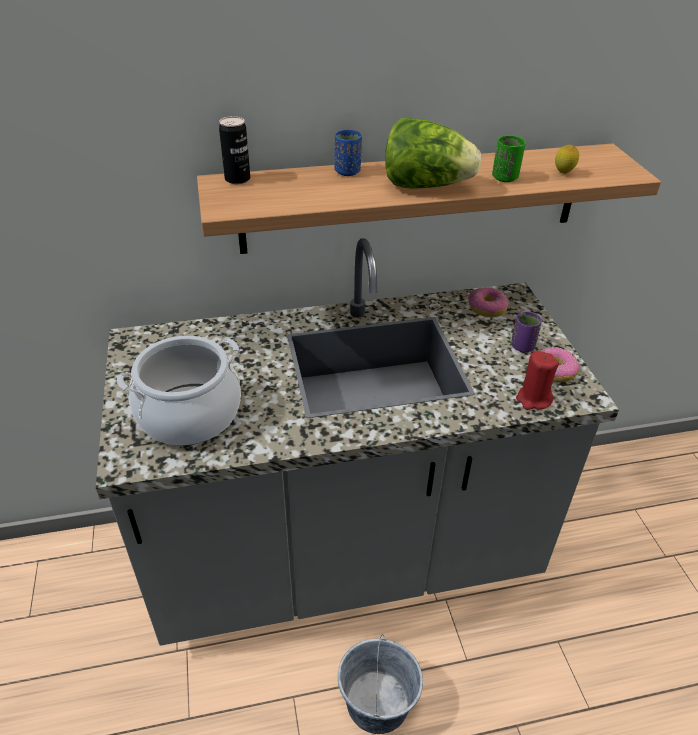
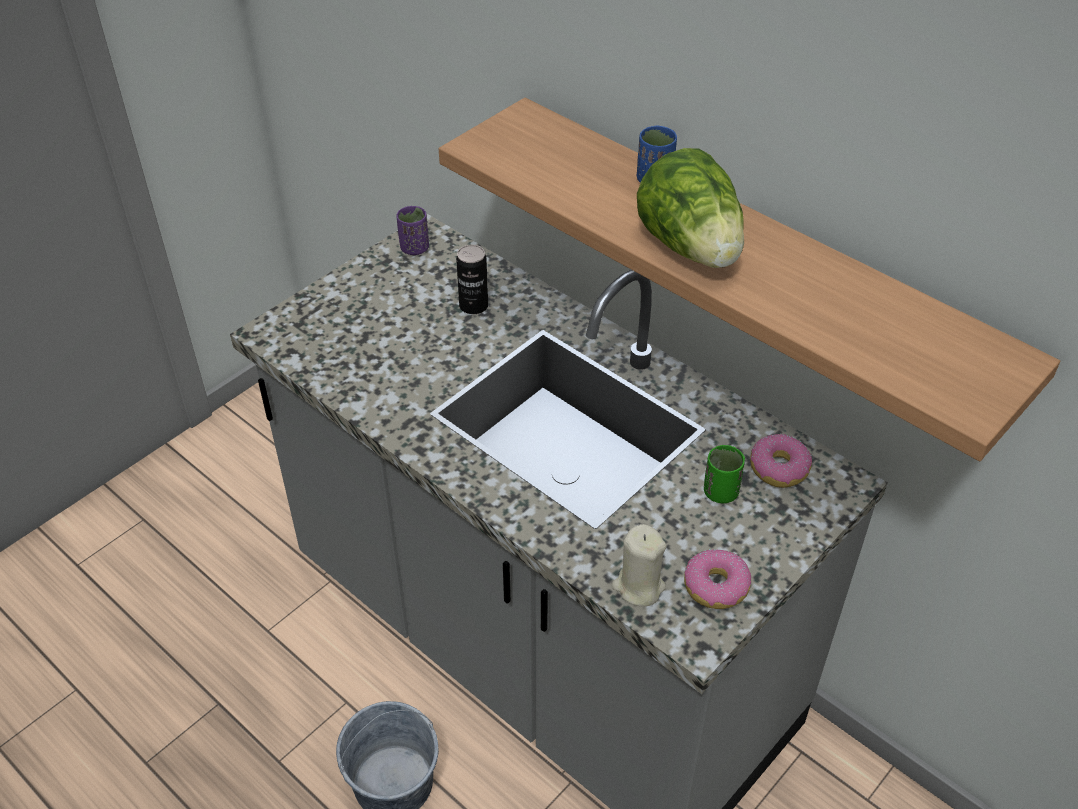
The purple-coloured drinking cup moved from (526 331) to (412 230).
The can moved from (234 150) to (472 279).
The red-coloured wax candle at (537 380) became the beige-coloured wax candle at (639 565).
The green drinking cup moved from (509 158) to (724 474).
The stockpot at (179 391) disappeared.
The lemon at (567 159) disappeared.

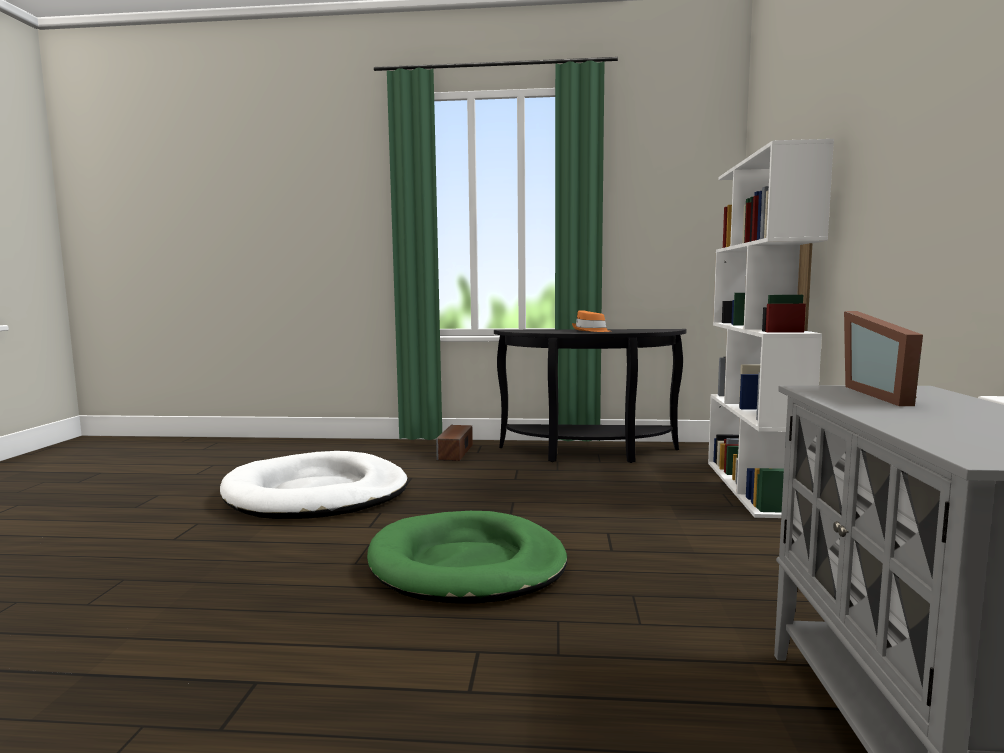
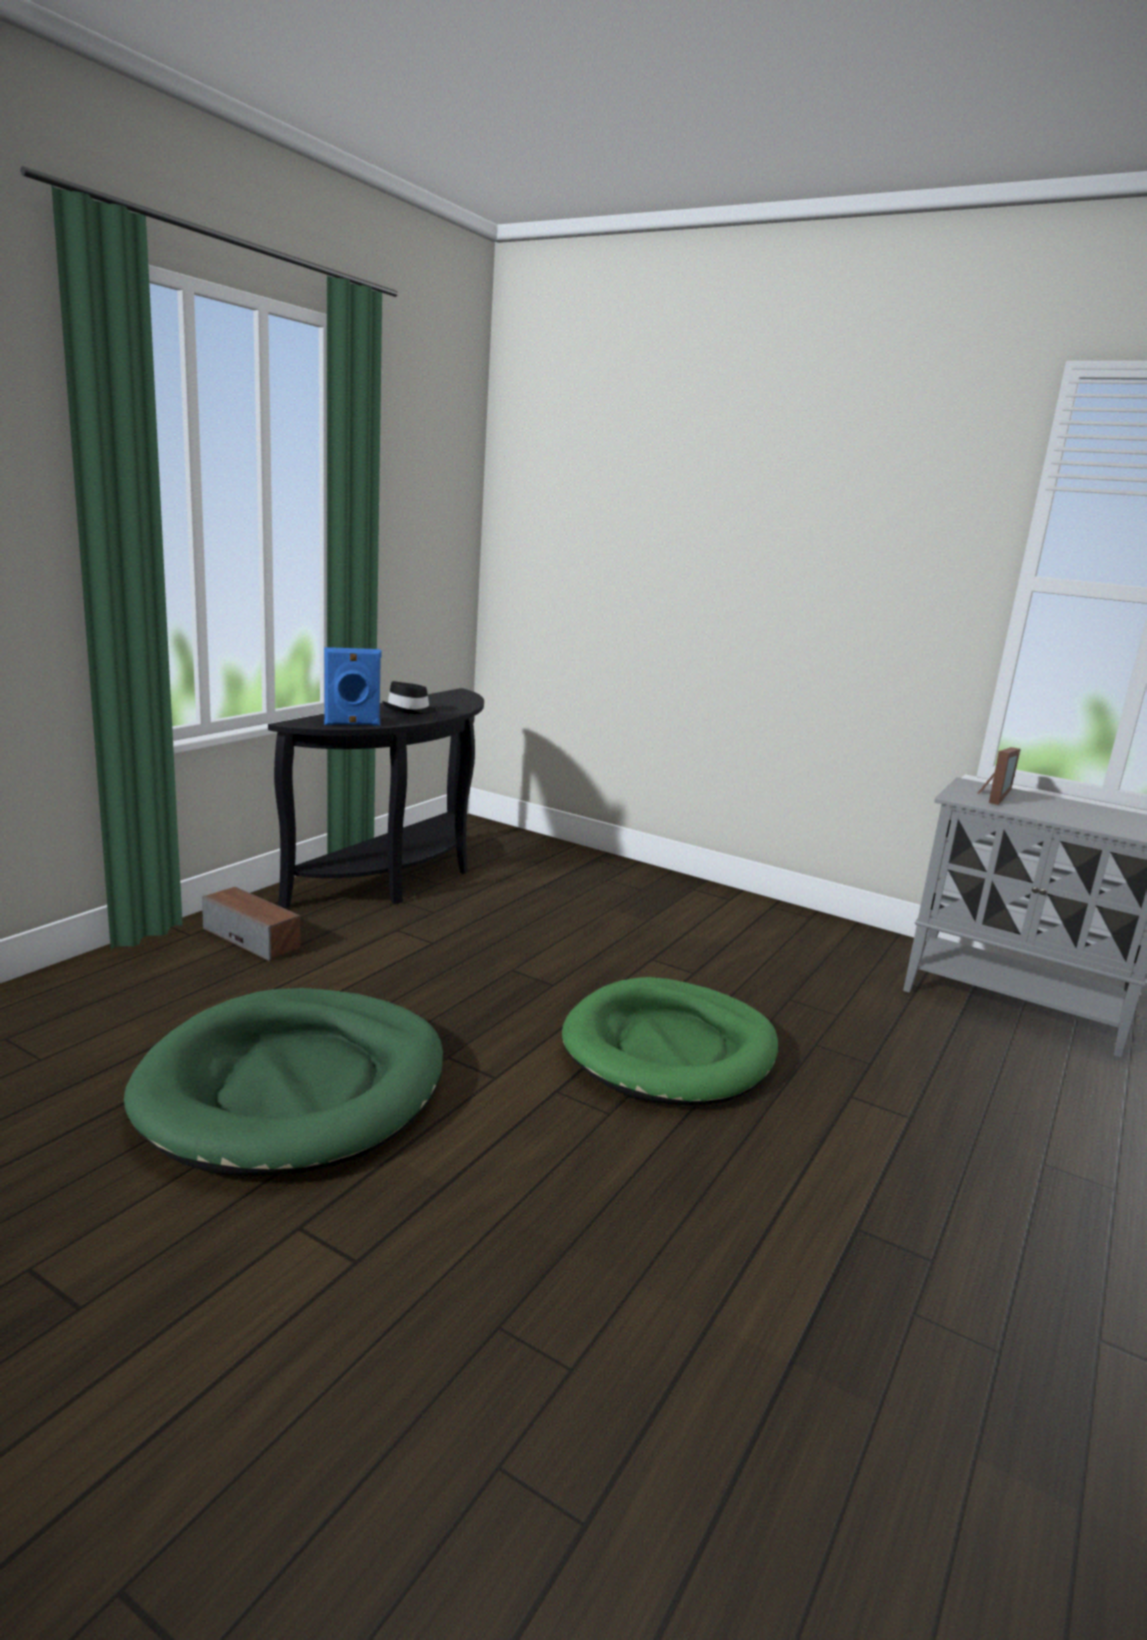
The white-coloured pet bed at (314 485) became the green pet bed at (283 1082).
The bluish loudspeaker at (352 686) appeared.
The orange-coloured hat at (591 321) became the black hat at (409 697).
The photo frame at (883 358) turned 90 degrees counterclockwise.
The white-coloured bookshelf at (771 328) disappeared.

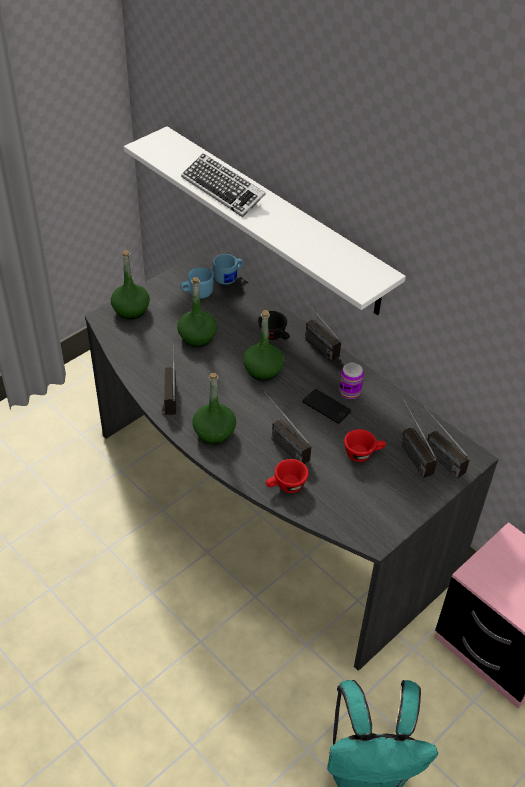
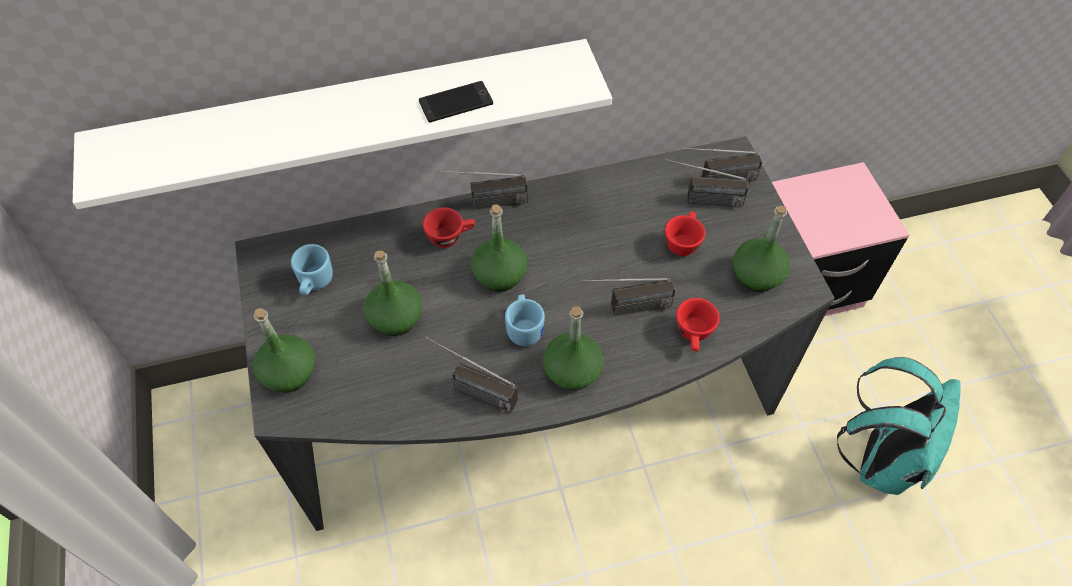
The handset moved from (326 406) to (456 102).
The black drinking cup at (274 325) became the red-coloured drinking cup at (449 227).
The bluish tea mug moved from (228 269) to (525 320).
The green bottle at (761 248) appeared.
The PC keyboard at (223 185) disappeared.
The can at (351 381) disappeared.

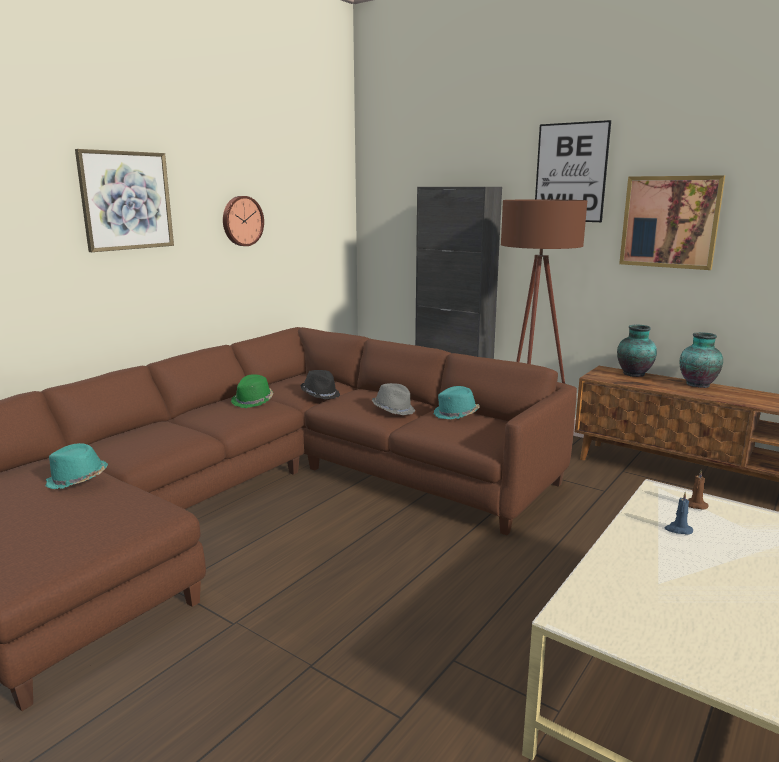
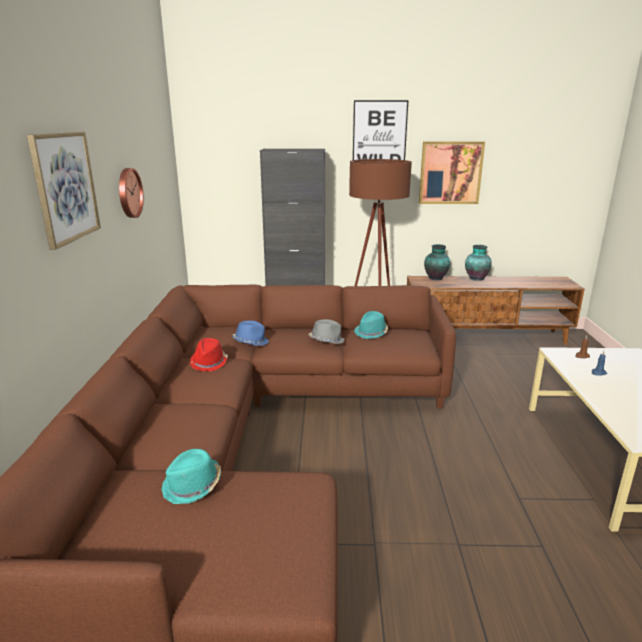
The green hat at (252 391) became the red-coloured hat at (209 355).
The black hat at (320 384) became the bluish hat at (250 333).

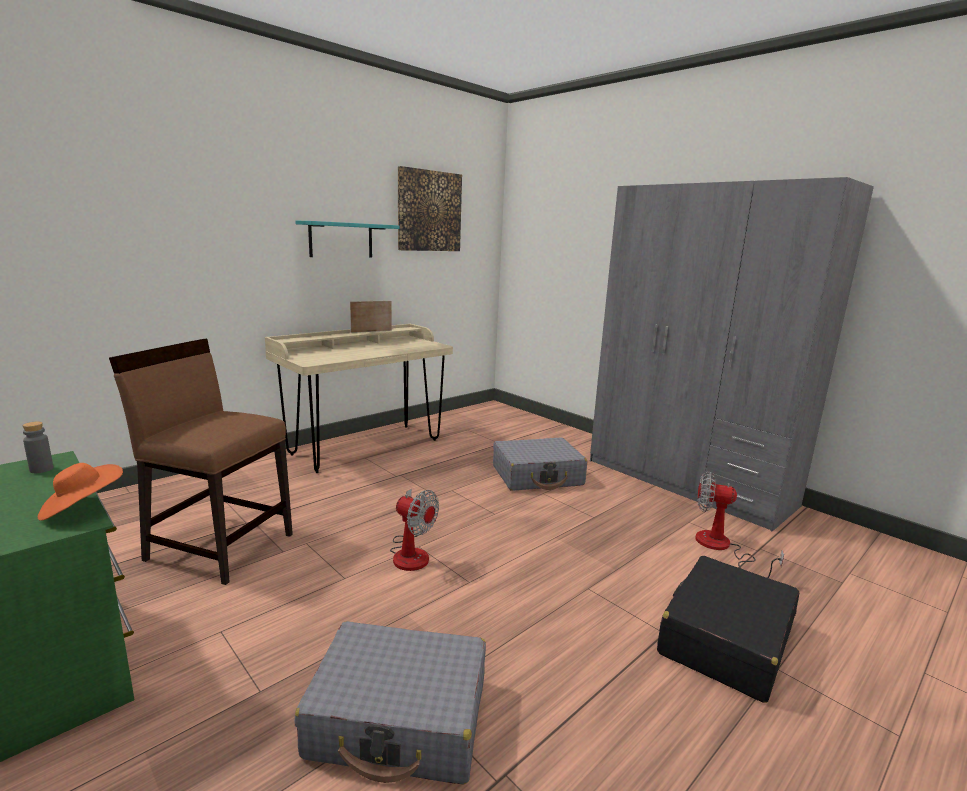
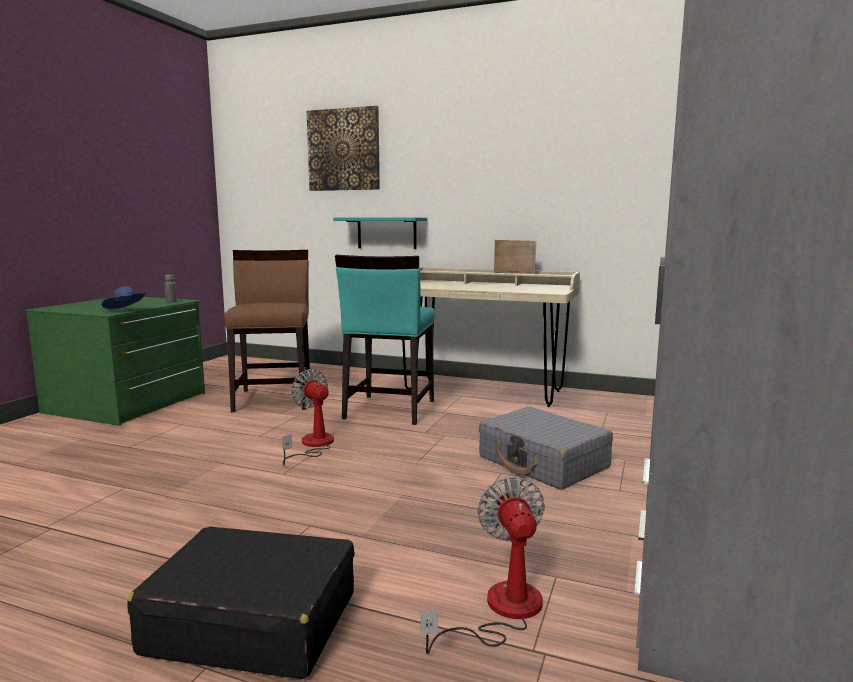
The orange-coloured hat at (80 492) became the bluish hat at (123 298).
The fan at (414 530) turned 135 degrees clockwise.
The picture moved from (430 208) to (343 148).
The blue-green bracket shelf moved from (347 239) to (380 233).
The blue-green plain chair at (385 340) appeared.
The greyish travel case at (390 702) disappeared.

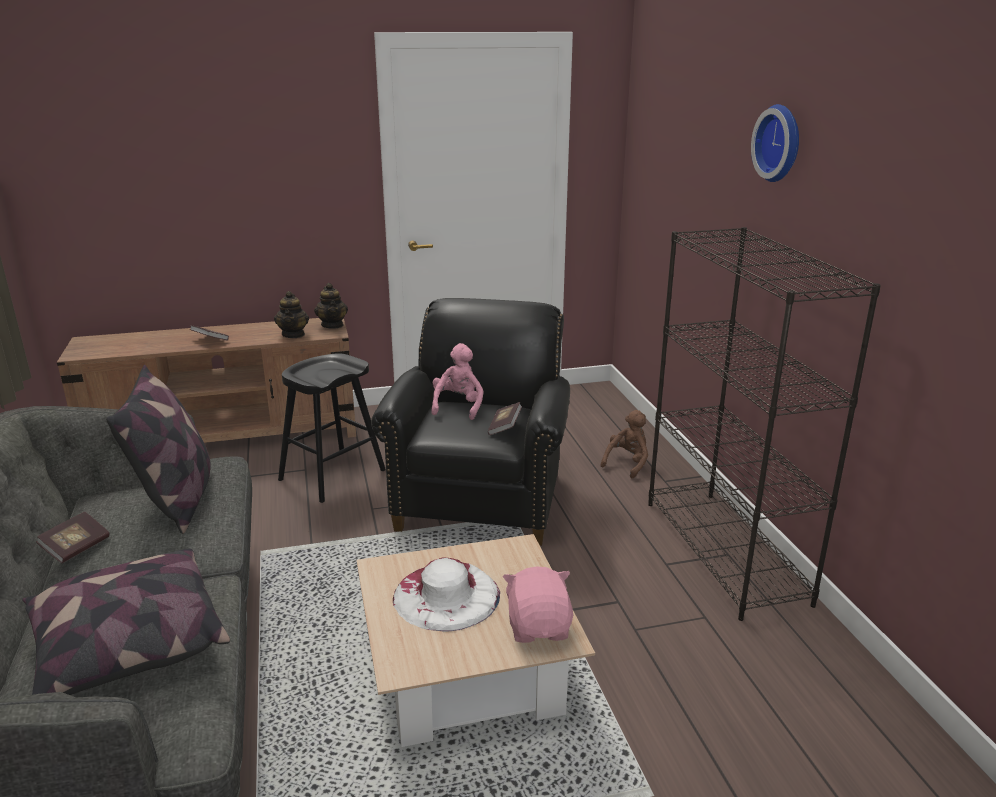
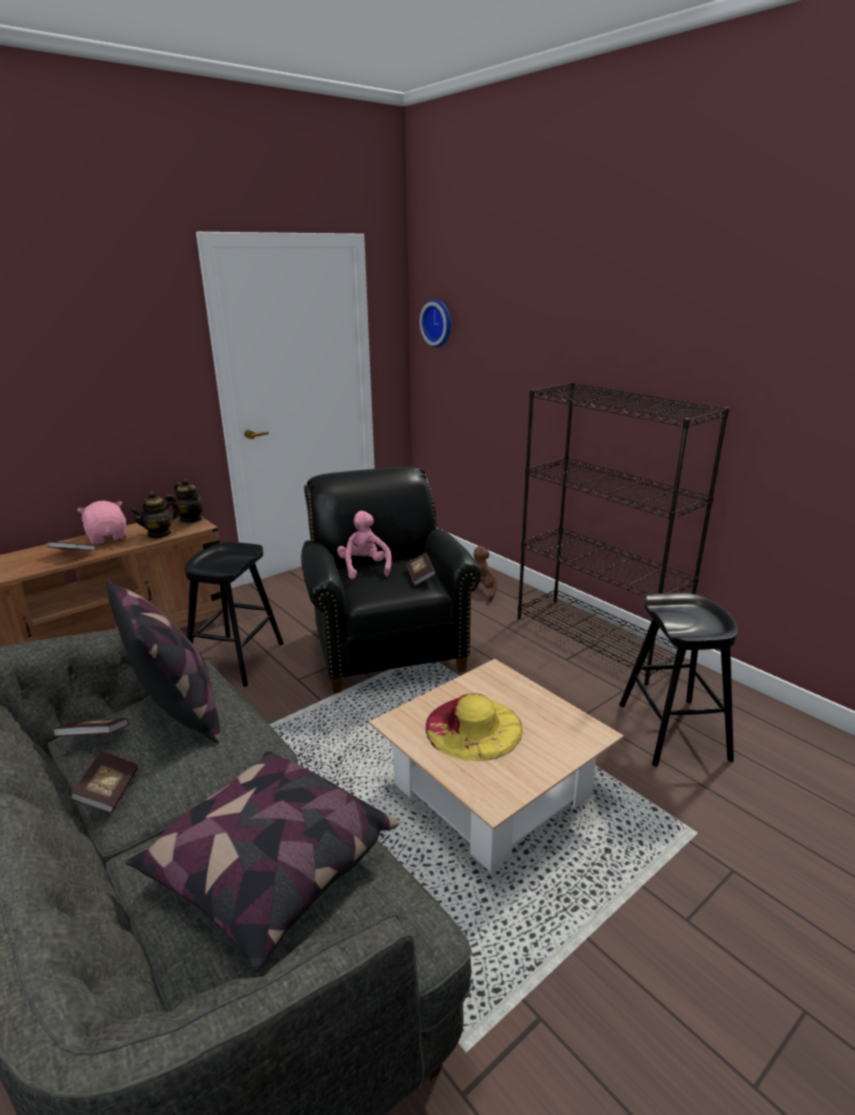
The book at (90 727) appeared.
The pink soft toy moved from (538 605) to (101 522).
The teapot at (291 314) turned 75 degrees clockwise.
The hanging clock moved from (775 143) to (435 323).
The white-coloured hat at (446 595) became the yellow-coloured hat at (474 727).
The black sitting stool at (678 680) appeared.

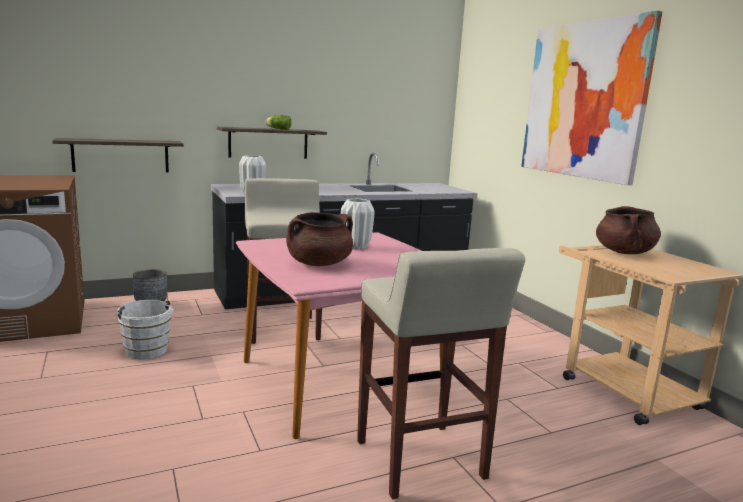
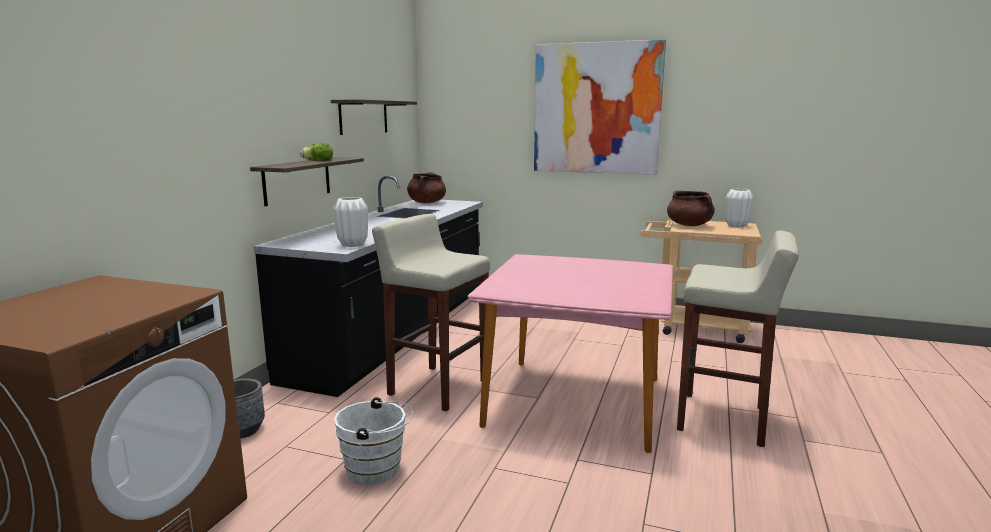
The bracket shelf moved from (118 155) to (374 117).
The brown stockpot moved from (319 239) to (426 187).
The white-coloured decorative vase moved from (358 224) to (739 208).

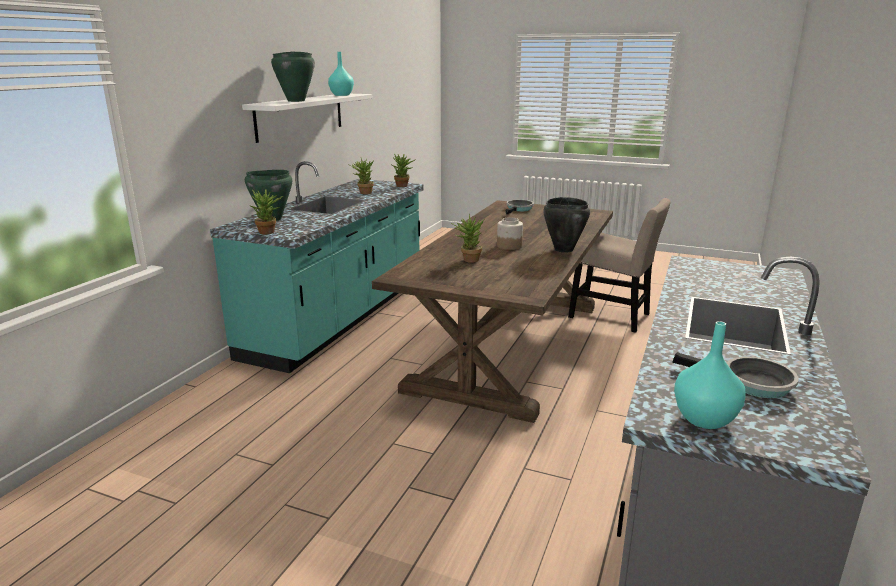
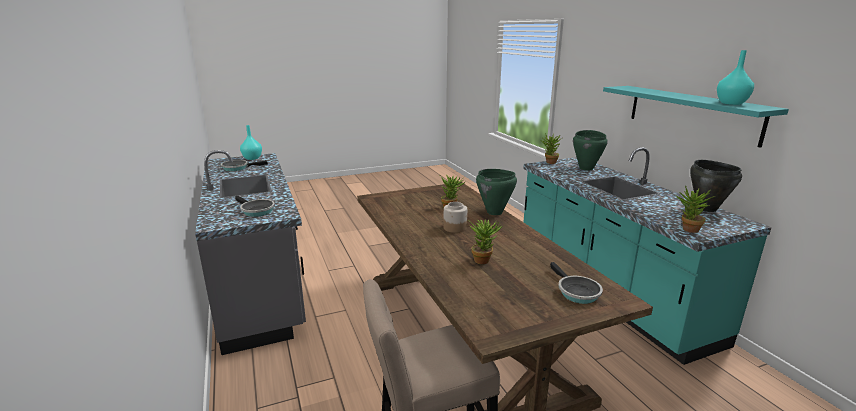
The pan at (255 206) appeared.
The potted plant moved from (361 176) to (485 241).
The green stockpot moved from (293 76) to (496 192).
The white-coloured bracket shelf at (307 118) became the blue-green bracket shelf at (696 117).
The black stockpot moved from (566 225) to (716 186).

